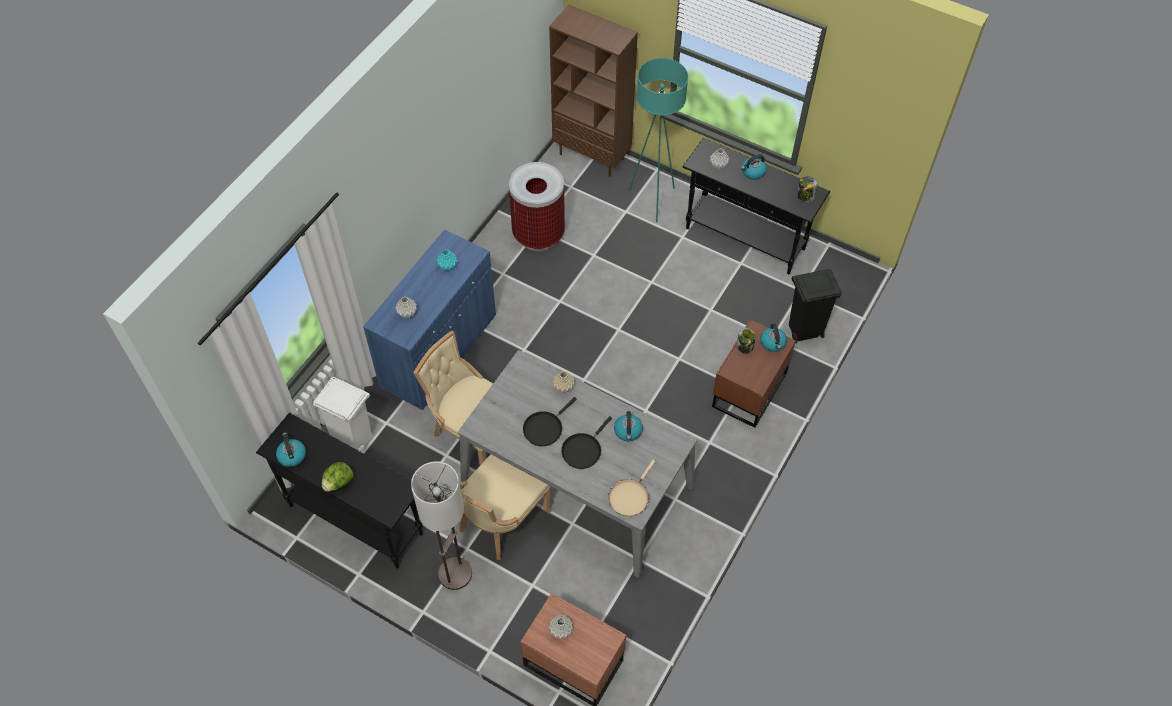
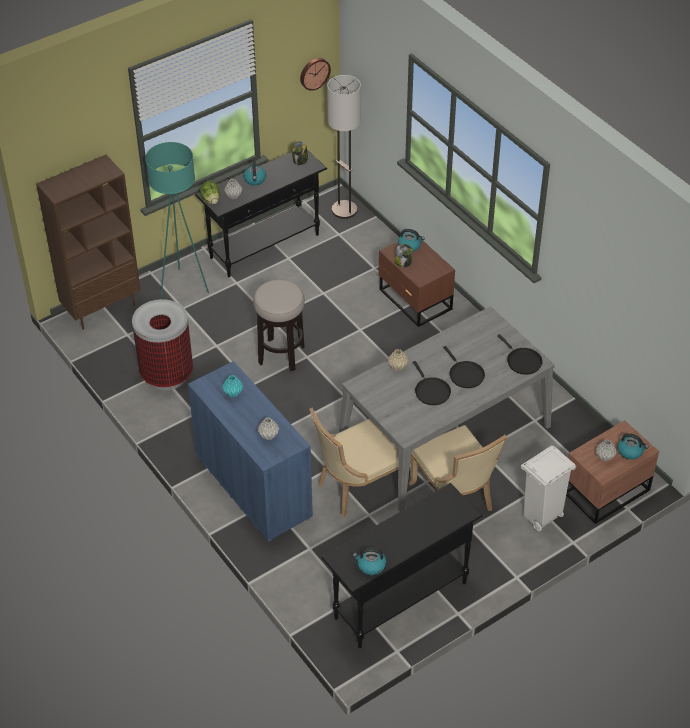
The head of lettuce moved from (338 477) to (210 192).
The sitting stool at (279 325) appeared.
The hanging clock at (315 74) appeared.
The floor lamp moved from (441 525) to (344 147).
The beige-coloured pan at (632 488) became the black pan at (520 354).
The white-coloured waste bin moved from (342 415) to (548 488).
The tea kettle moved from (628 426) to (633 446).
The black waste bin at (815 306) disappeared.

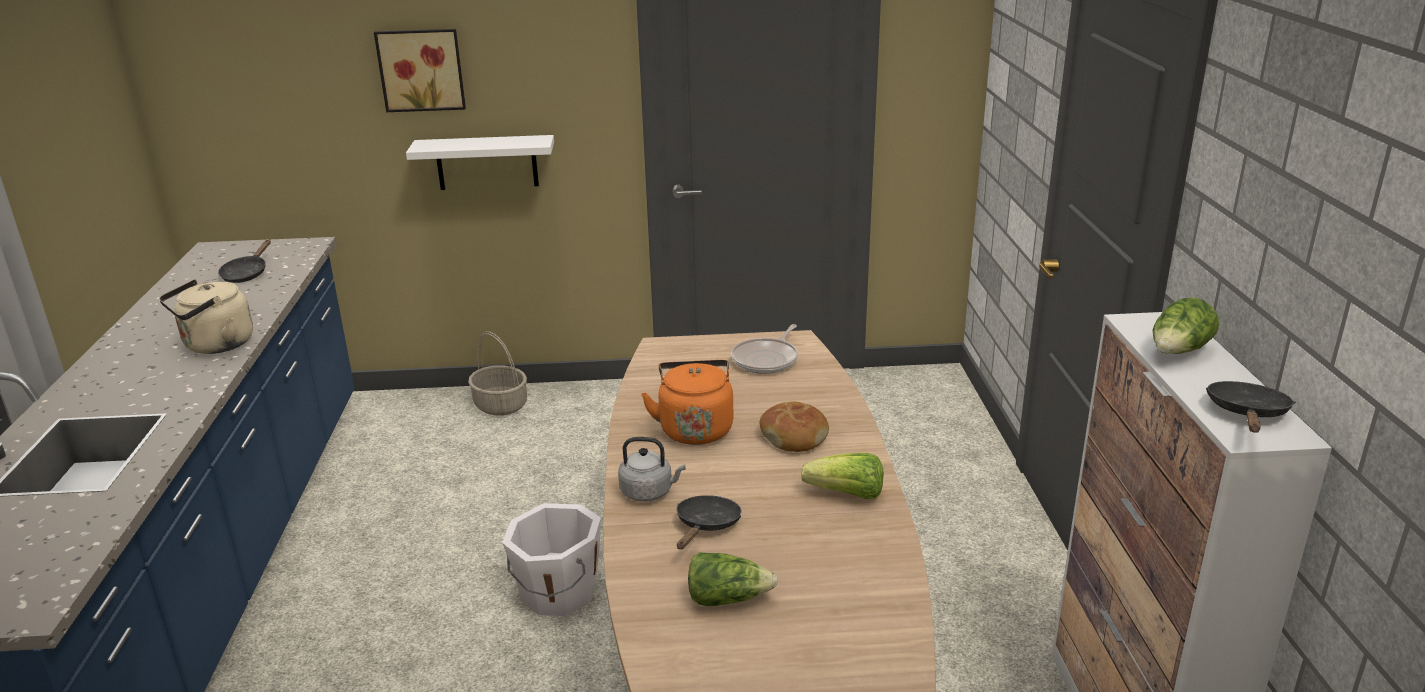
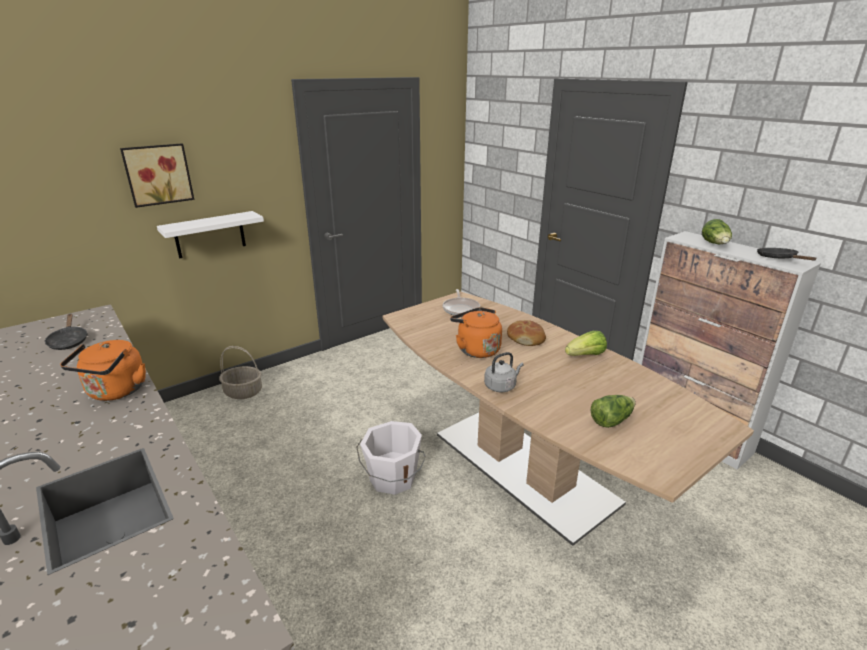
The beige-coloured tea kettle at (206 316) became the orange-coloured tea kettle at (103 370).
The black pan at (708 522) disappeared.

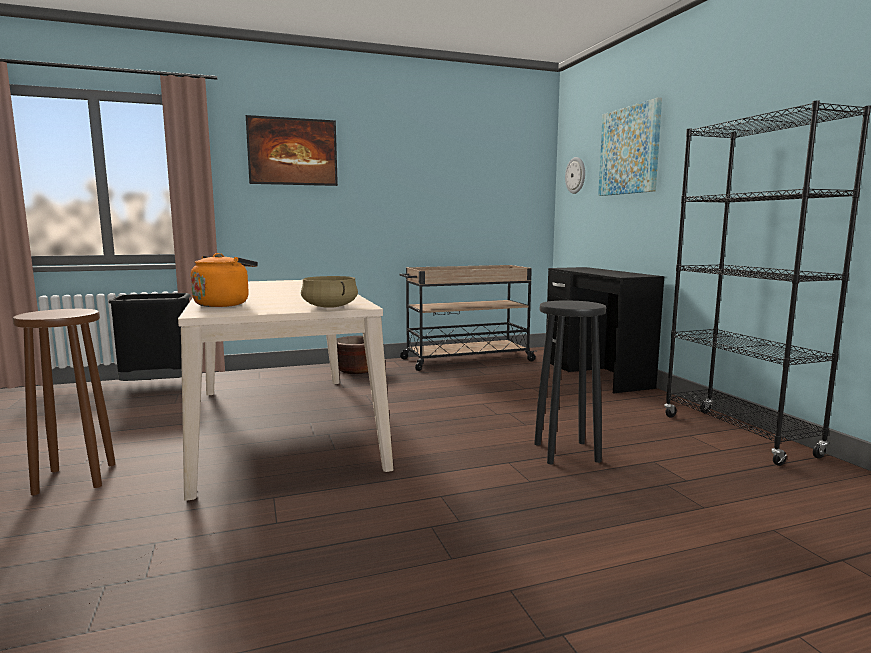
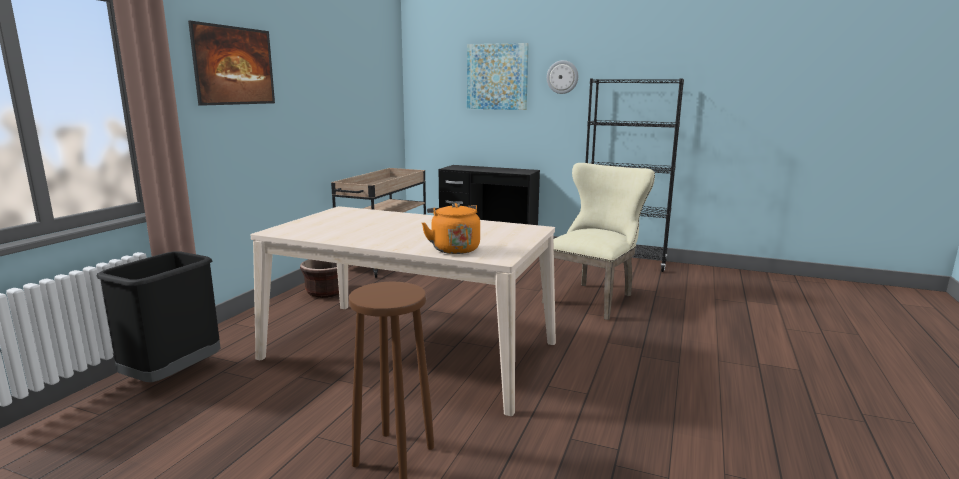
The black sitting stool at (570 382) was replaced by the beige-coloured plain chair at (598 241).
The hanging clock moved from (575 175) to (562 77).
The beige-coloured stockpot at (329 292) disappeared.

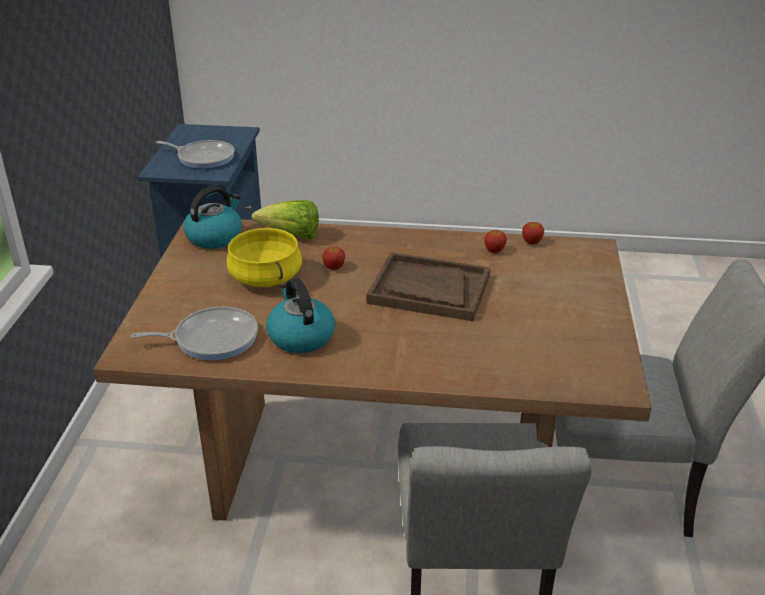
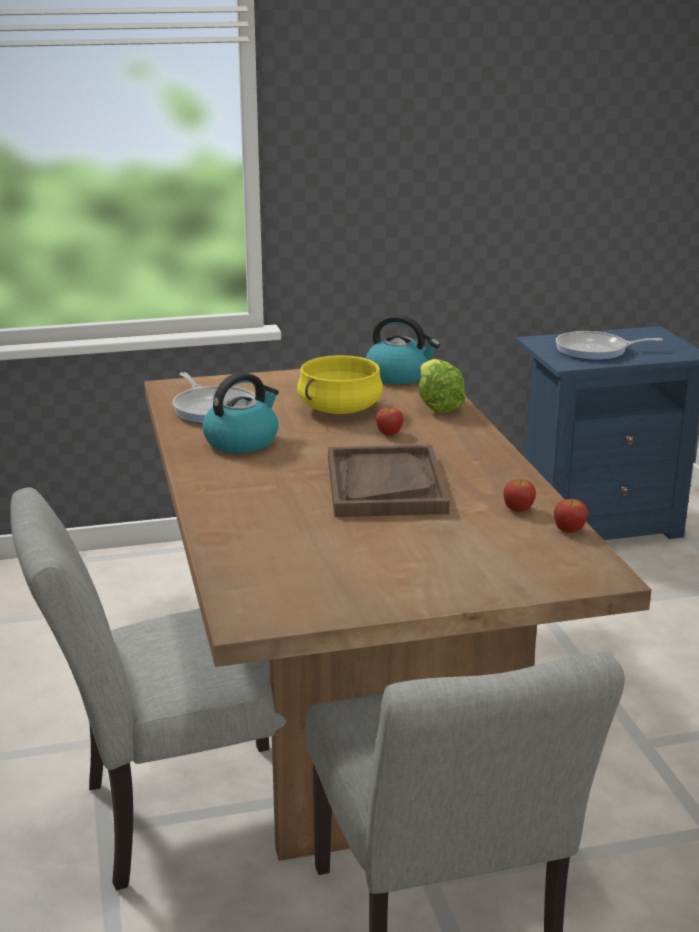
The pan at (195 154) turned 90 degrees clockwise.

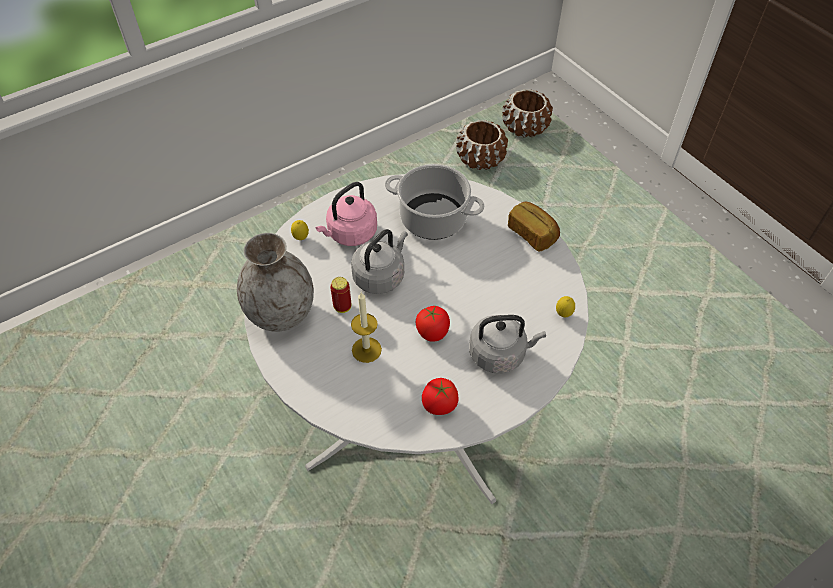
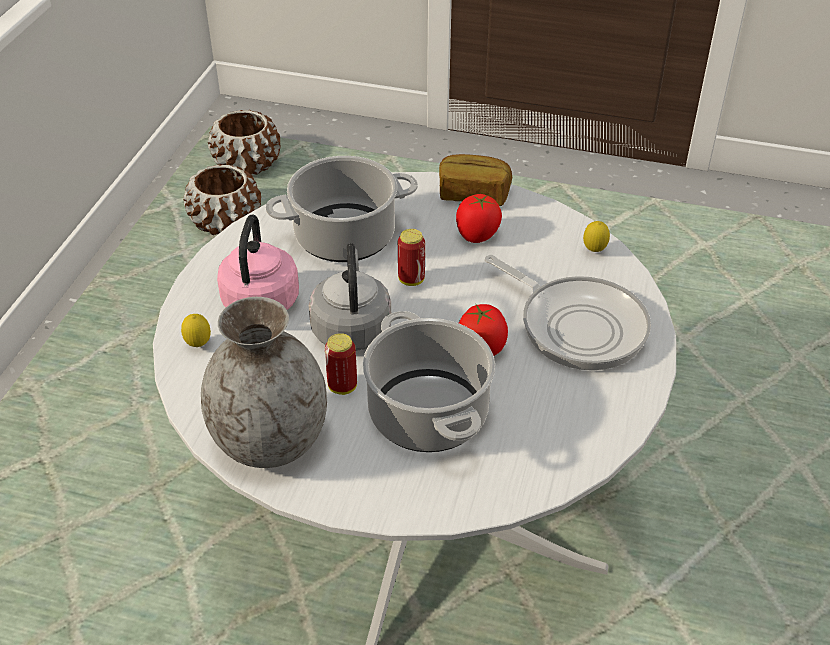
The wax candle at (366 327) was replaced by the stockpot at (429 381).
The can at (411 257) appeared.
The fresh tomato moved from (440 396) to (479 218).
The greyish tea kettle at (507 344) was replaced by the pan at (568 312).

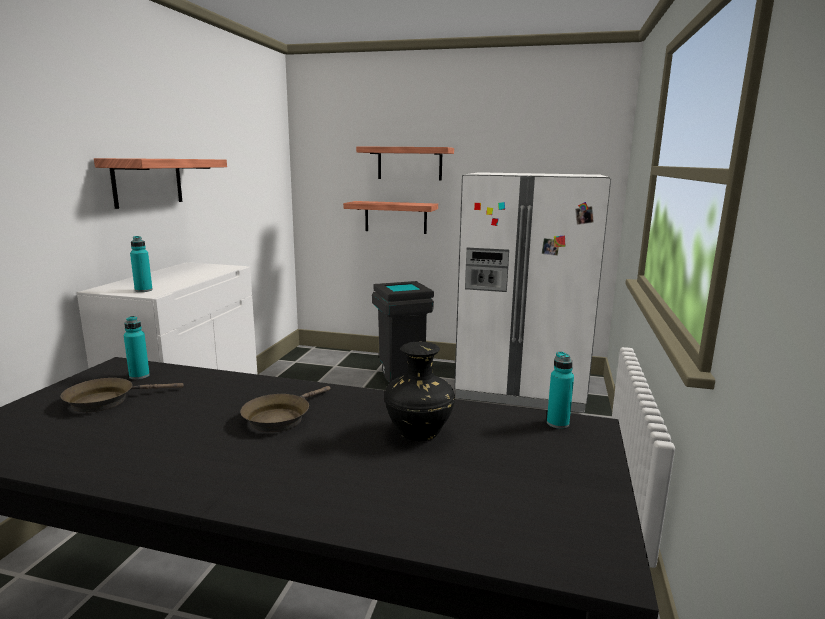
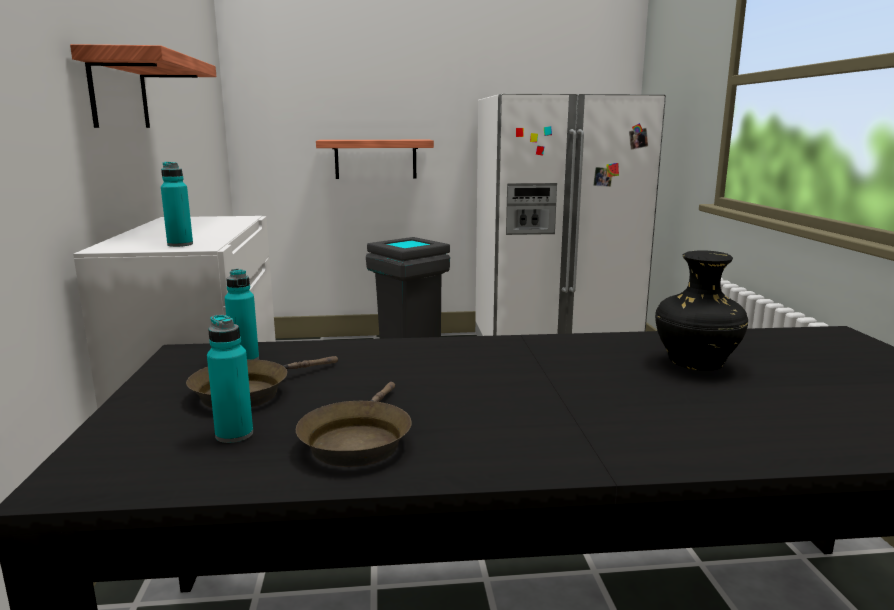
The blue-green bottle moved from (560 390) to (230 378).
The brown pan moved from (285 409) to (354 424).
The bracket shelf at (405 163) disappeared.

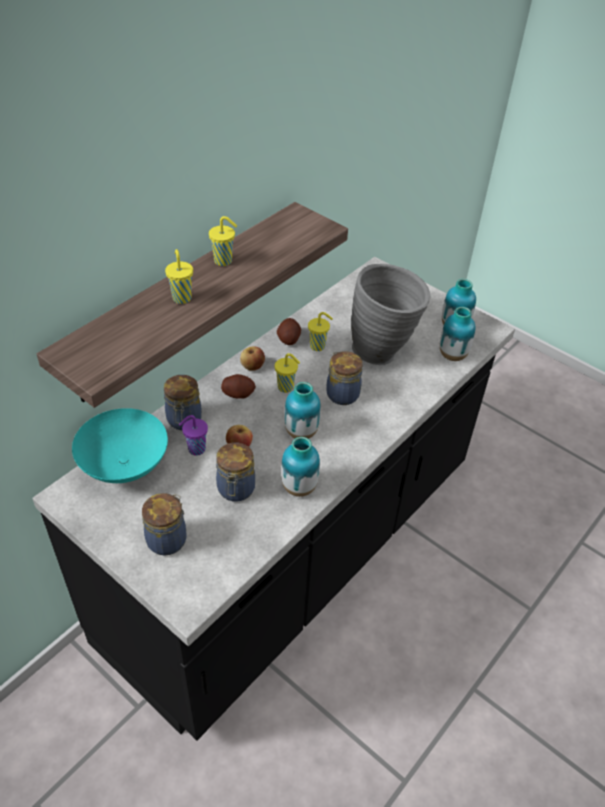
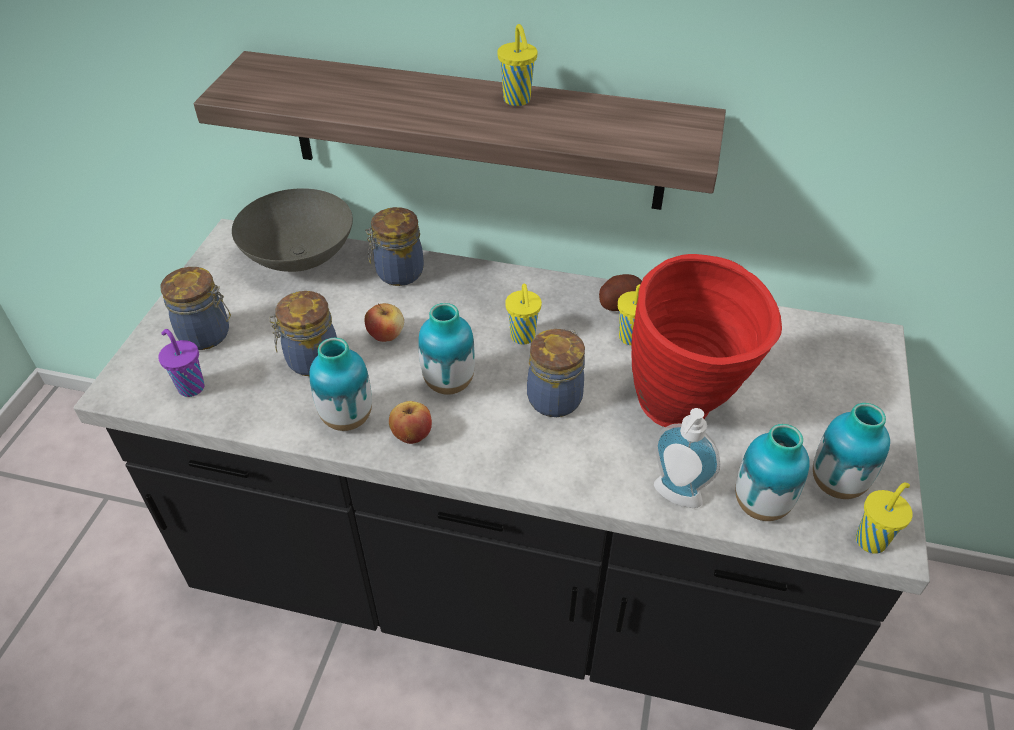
The purple-coloured drinking cup moved from (193 435) to (181 363).
The blue-green deep dish at (120 445) became the greyish deep dish at (292 230).
The whole apple moved from (252 358) to (410 422).
The greyish decorative vase at (390 314) became the red-coloured decorative vase at (706 340).
The liquid soap bottle at (687 458) appeared.
The yellow-coloured drinking cup moved from (179 276) to (884 518).
The spud at (238 386) disappeared.

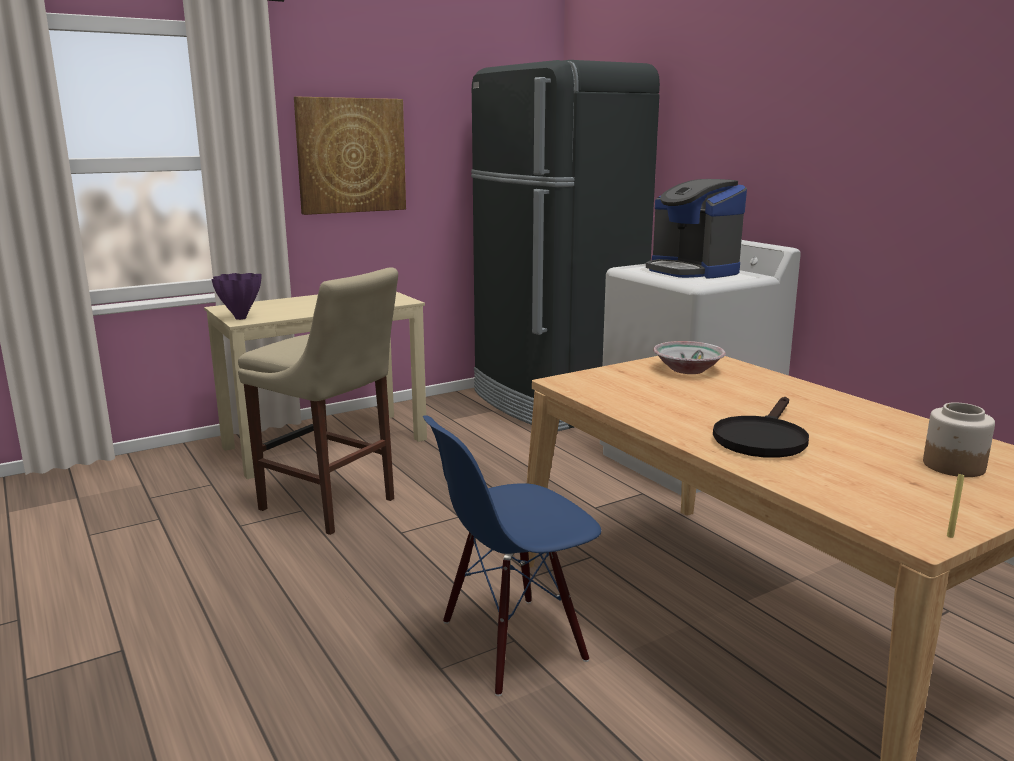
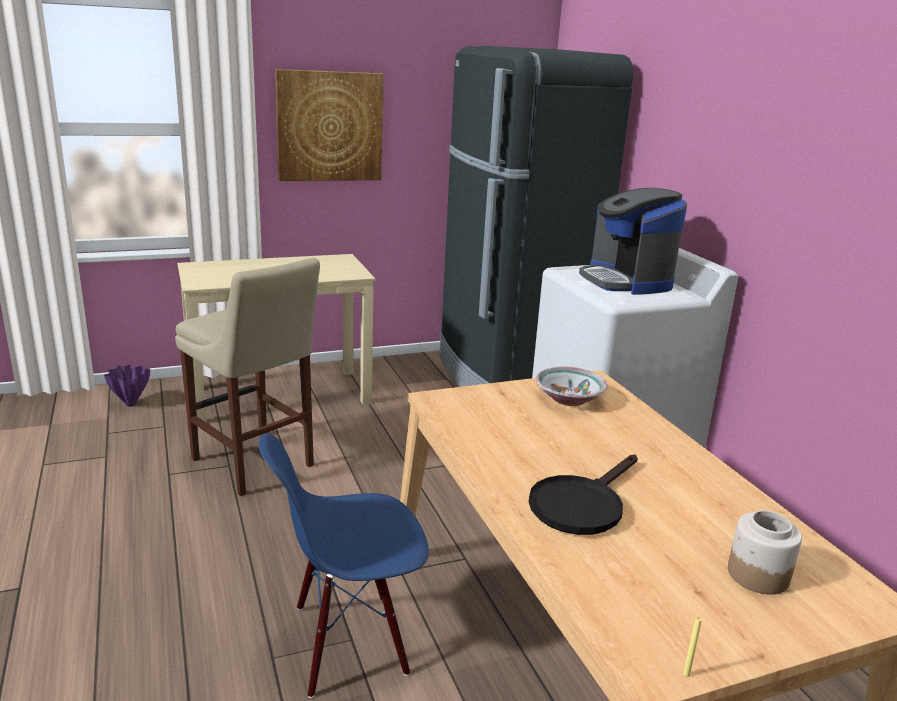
The purple-coloured decorative vase moved from (236 296) to (127 386).

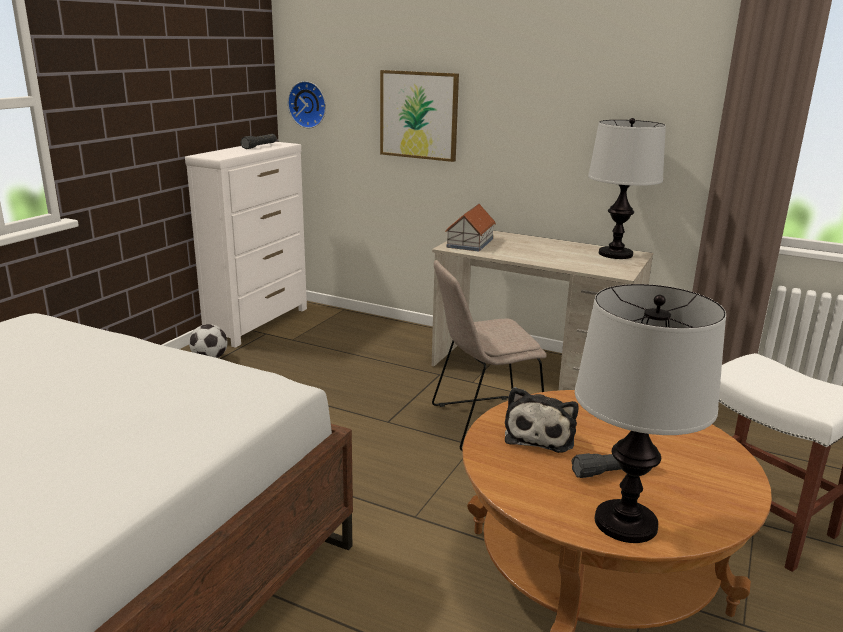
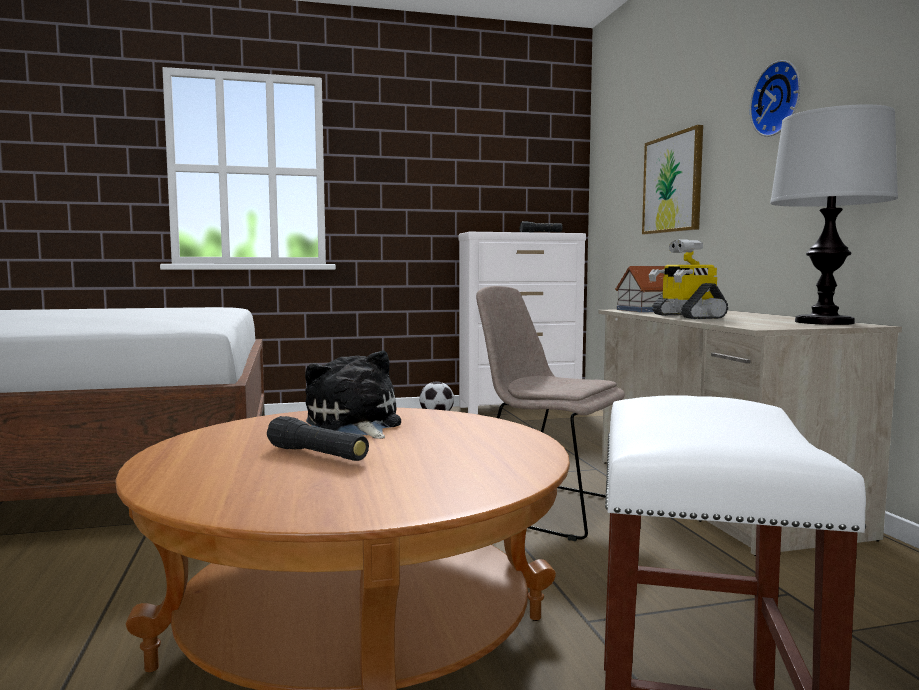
The soft toy at (541 420) turned 90 degrees clockwise.
The robot figure at (688 279) appeared.
The hanging clock moved from (307 104) to (775 98).
The lamp for a table at (650 413) disappeared.

